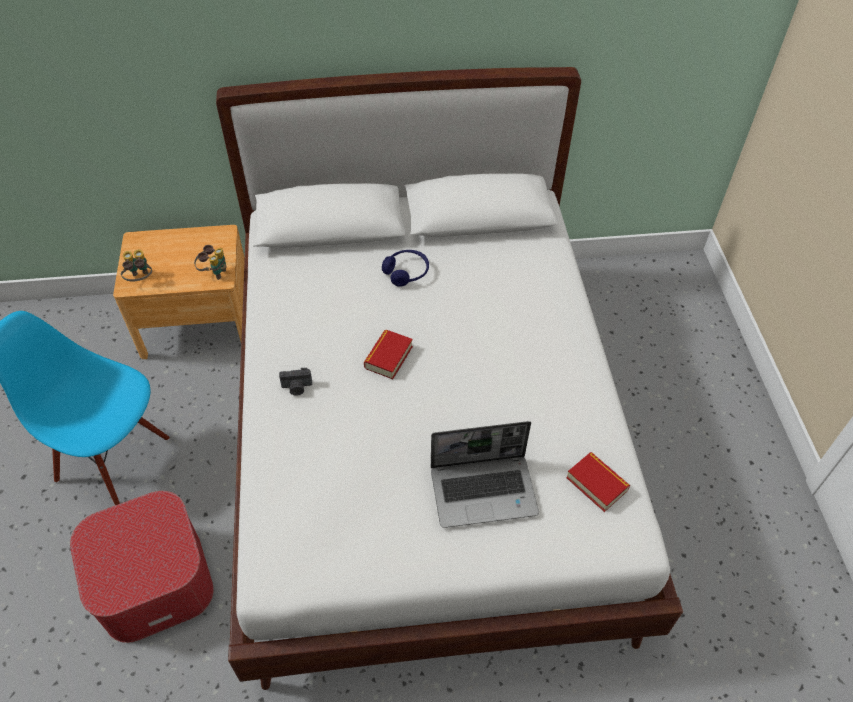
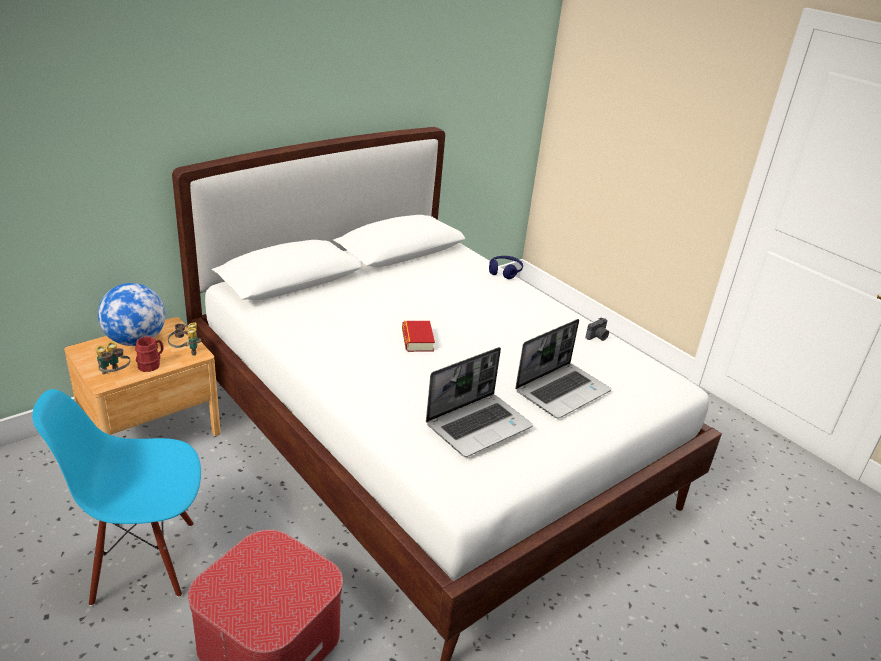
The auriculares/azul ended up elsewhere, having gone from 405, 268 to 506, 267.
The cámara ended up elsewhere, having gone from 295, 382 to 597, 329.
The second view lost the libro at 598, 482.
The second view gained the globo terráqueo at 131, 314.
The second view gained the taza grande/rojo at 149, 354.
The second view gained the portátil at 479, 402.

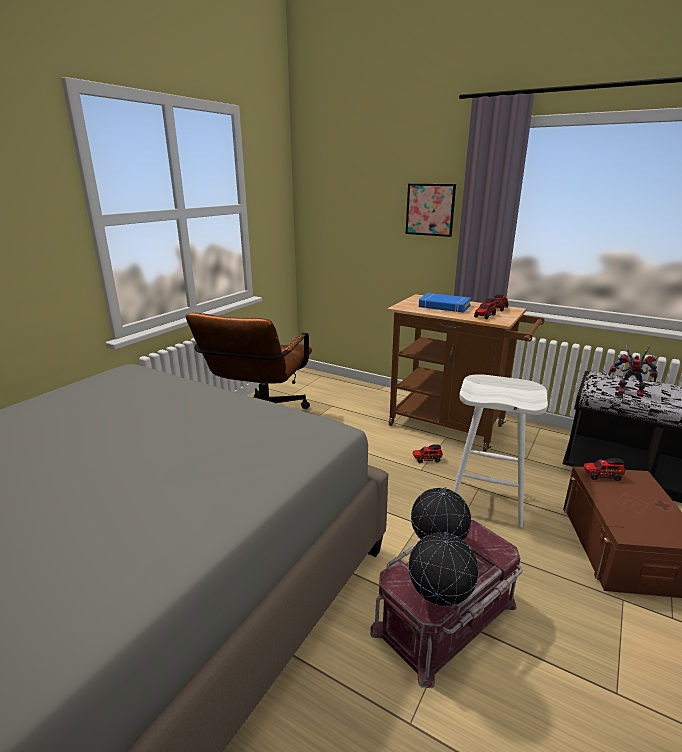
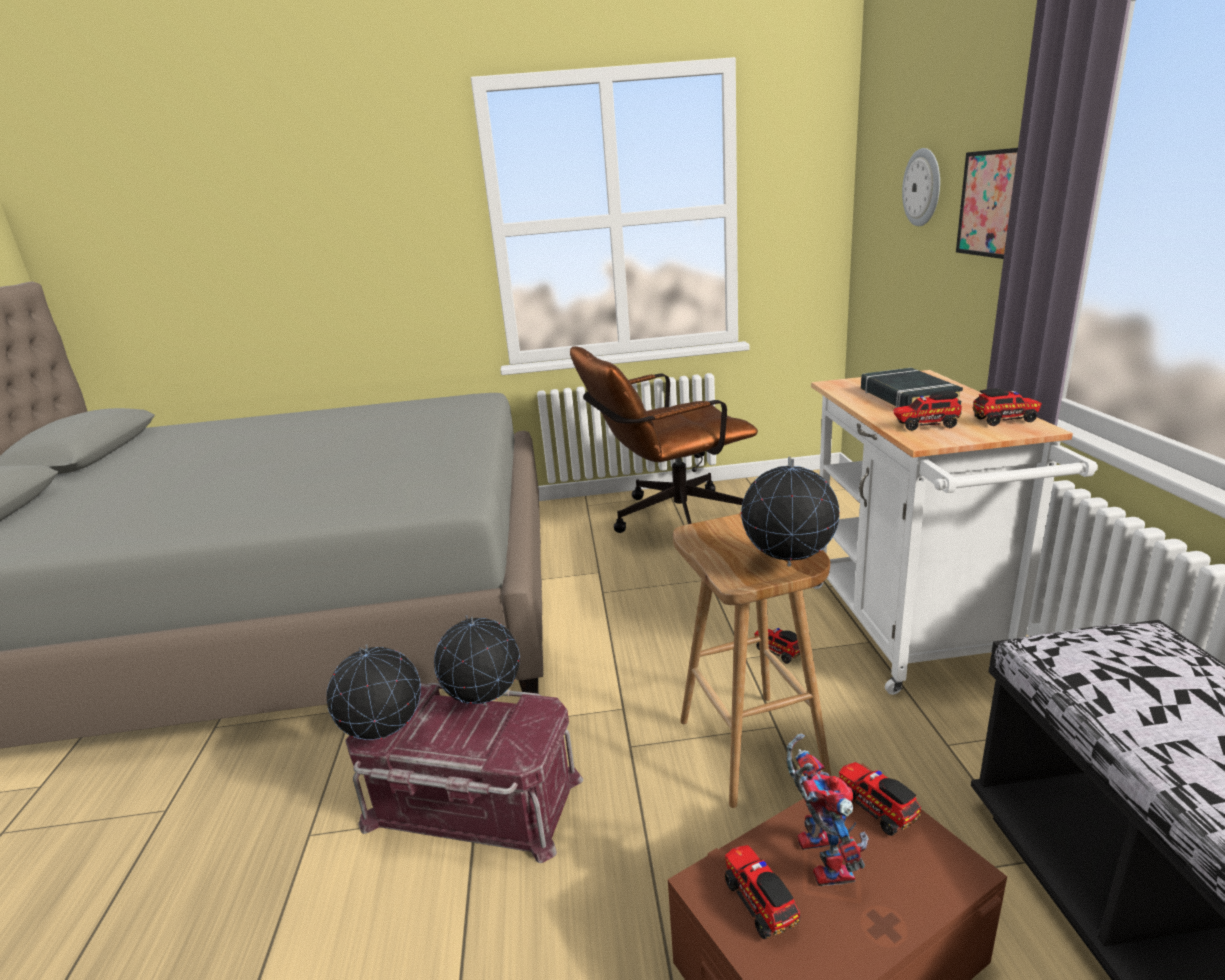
What was the libro/azul at 445, 303 turned into the libro/negro at 912, 388.
What was the carrito/marrón at 466, 373 turned into the carrito/blanco at 954, 532.
The robot de juguete ended up elsewhere, having gone from 633, 371 to 828, 810.
What was the taburete/blanco at 501, 450 turned into the taburete/marrón at 752, 661.
The second view gained the reloj de pared at 921, 187.
The second view gained the globo terráqueo at 790, 512.
The second view gained the camión de juguete at 763, 892.

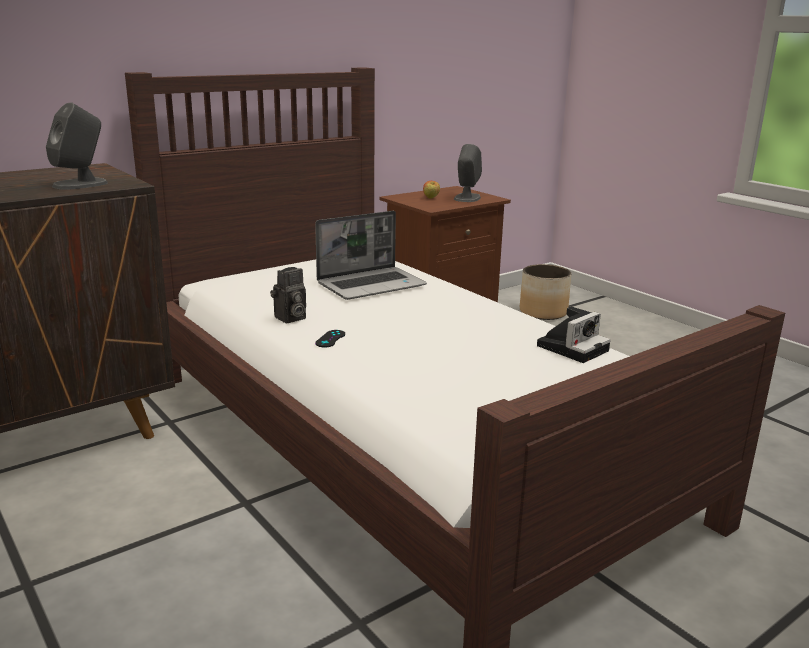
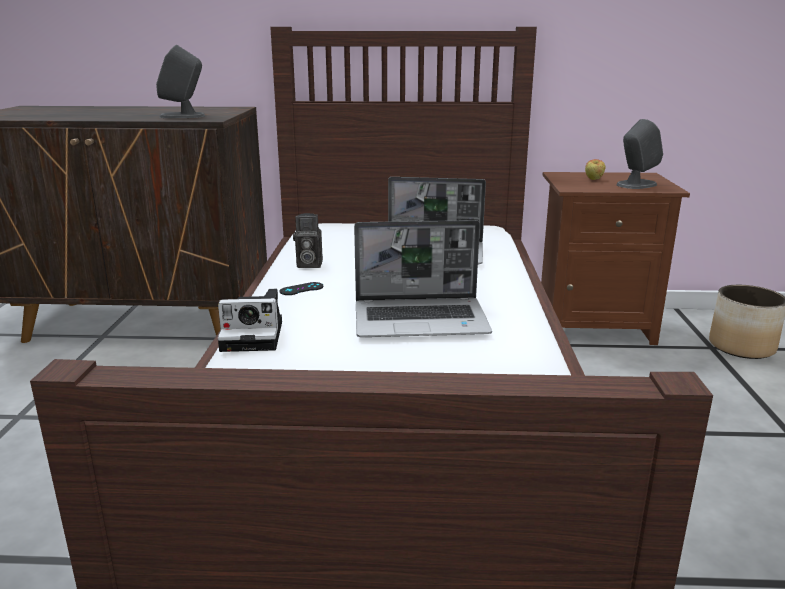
The cámara ended up elsewhere, having gone from 574, 335 to 249, 320.
The second view gained the portátil at 423, 278.

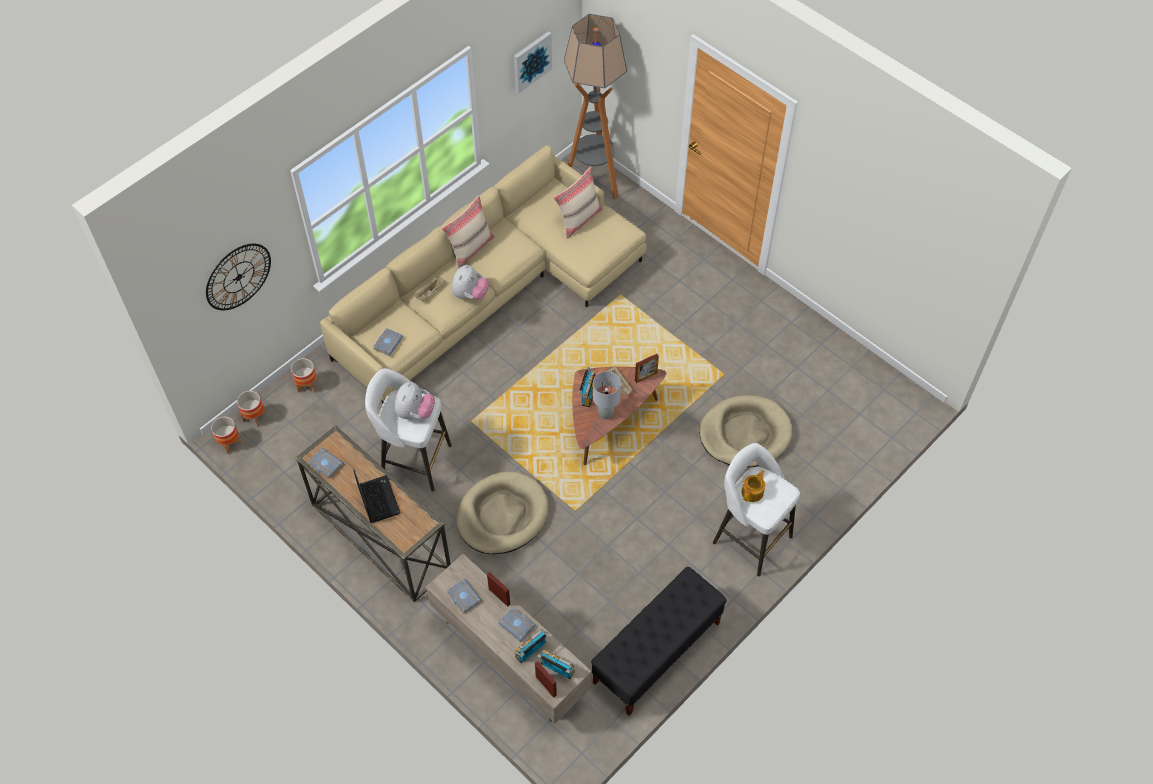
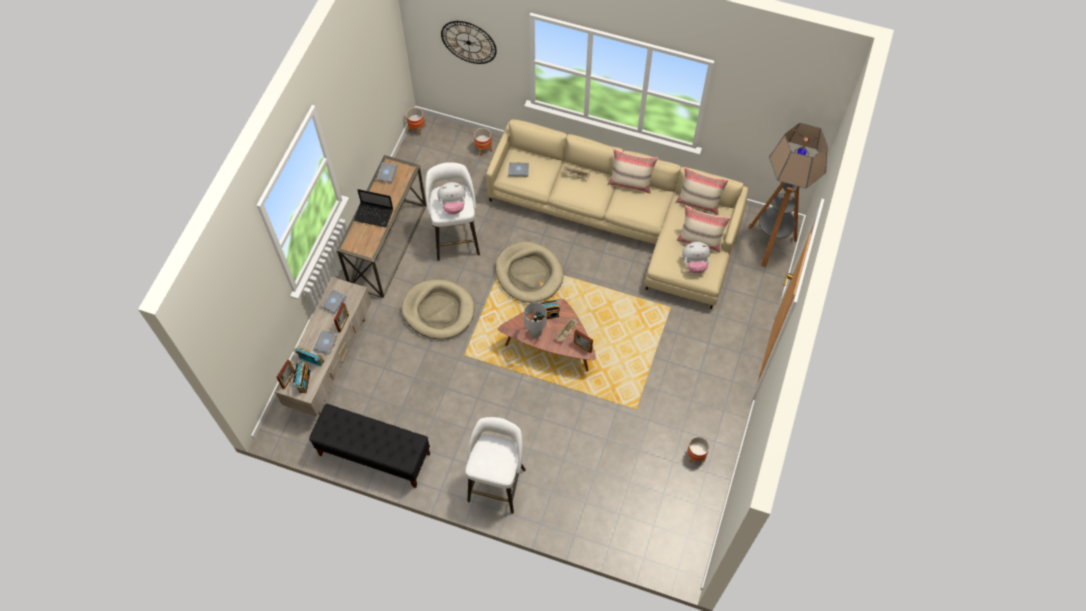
The second view lost the cuadro at 533, 62.
The peluche ended up elsewhere, having gone from 470, 282 to 696, 257.
The maceta ended up elsewhere, having gone from 251, 409 to 698, 450.
The cama para perro/beis ended up elsewhere, having gone from 745, 431 to 529, 272.
The portátil at 376, 496 ended up facing another way, 60 degrees clockwise from before.
The second view lost the tetera at 753, 486.
The second view gained the cojín/beis at 702, 191.

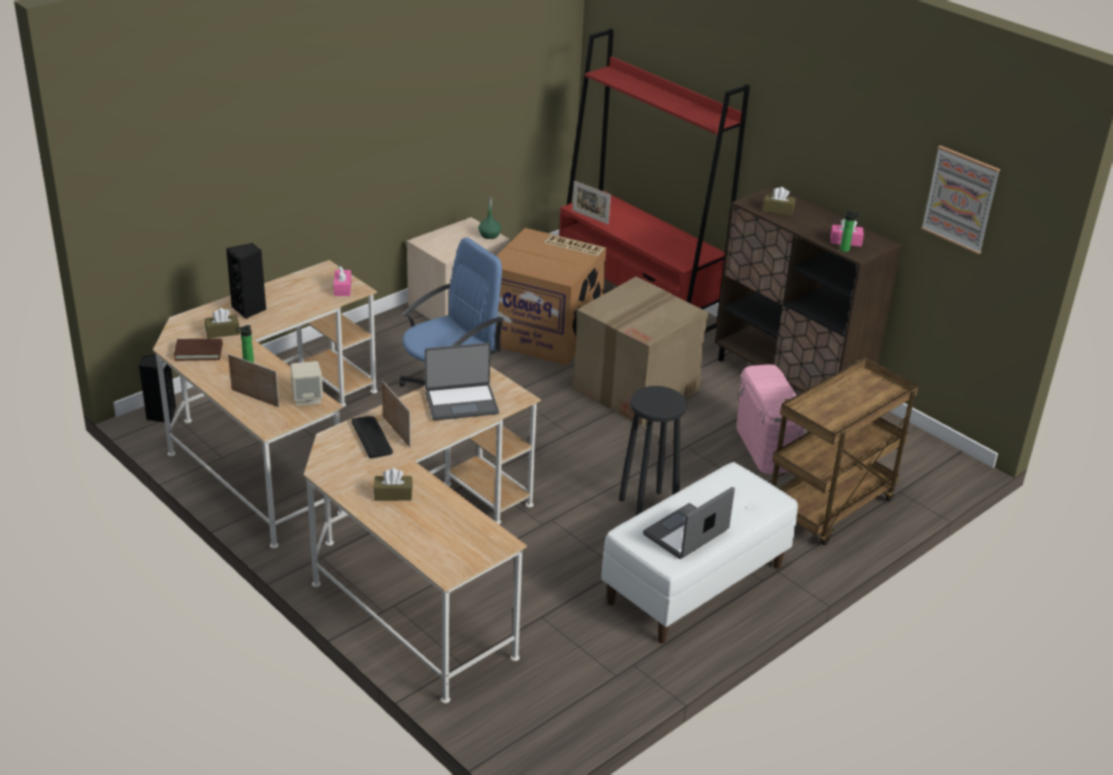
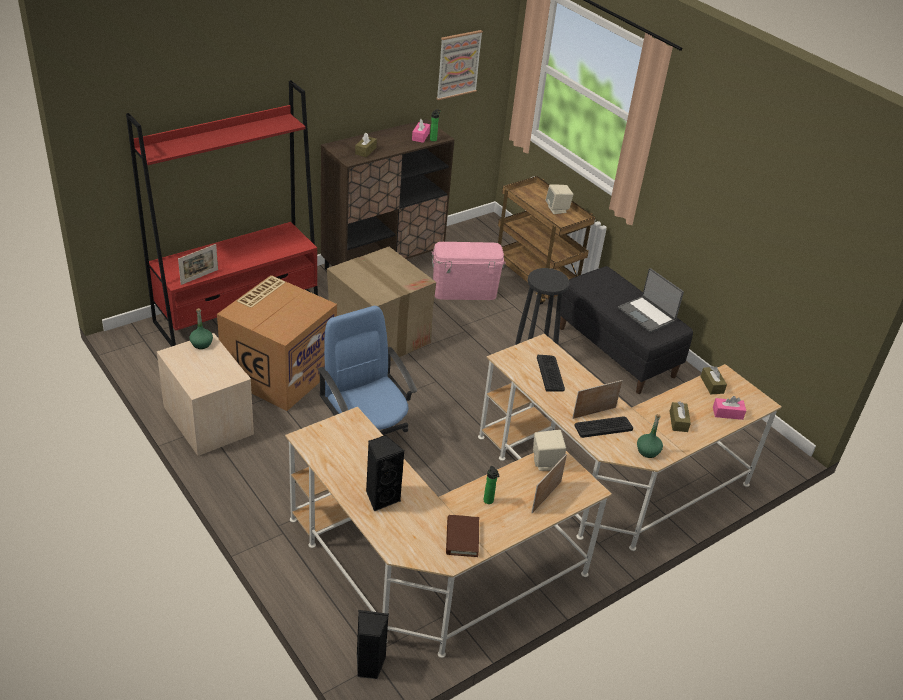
The caja de pañuelos/rosa ended up elsewhere, having gone from 342, 281 to 729, 408.
The caja de pañuelos/marrón ended up elsewhere, having gone from 222, 323 to 713, 380.
Where the portátil stood at 462, 381, the teclado came to stand at 551, 373.
What was the banco/blanco at 699, 553 turned into the banco/negro at 626, 330.
The second view gained the altavoz/beis at 559, 199.
The second view gained the botella/verde at 650, 436.

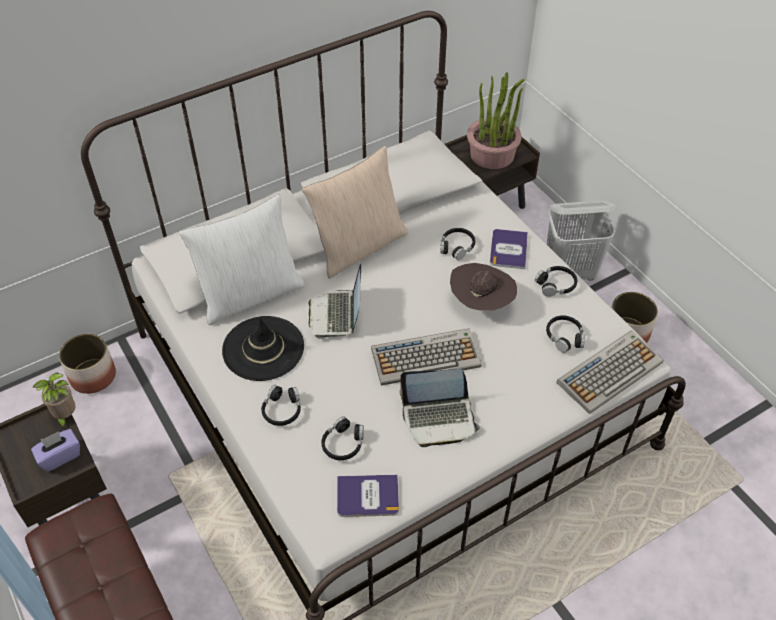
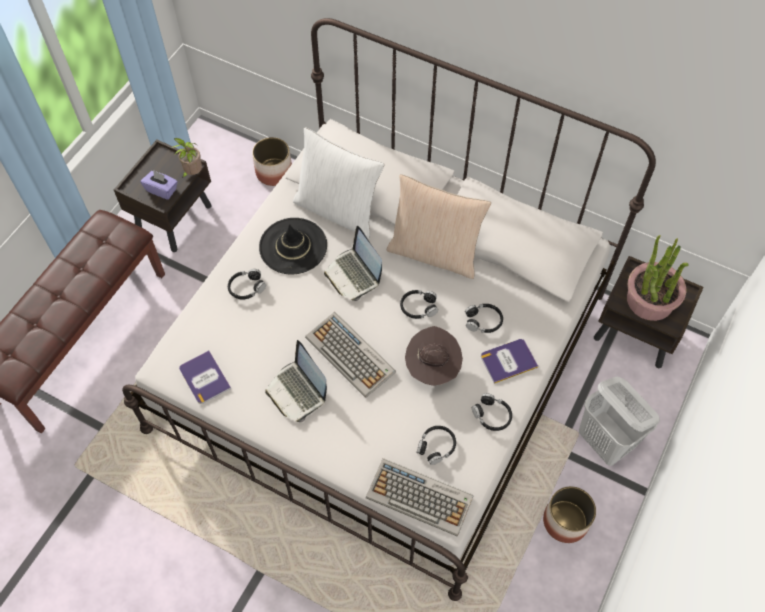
The portátil at 334, 301 ended up facing another way, 90 degrees counterclockwise from before.
The auriculares/negro ended up elsewhere, having gone from 342, 438 to 419, 304.

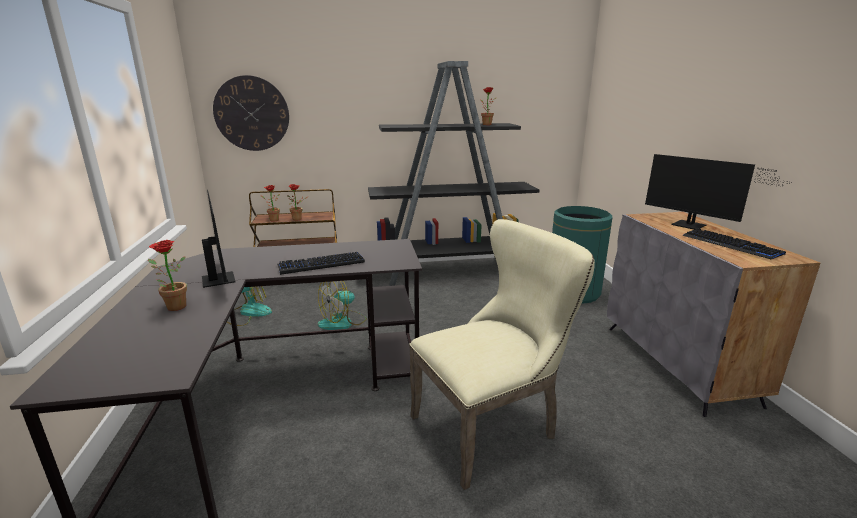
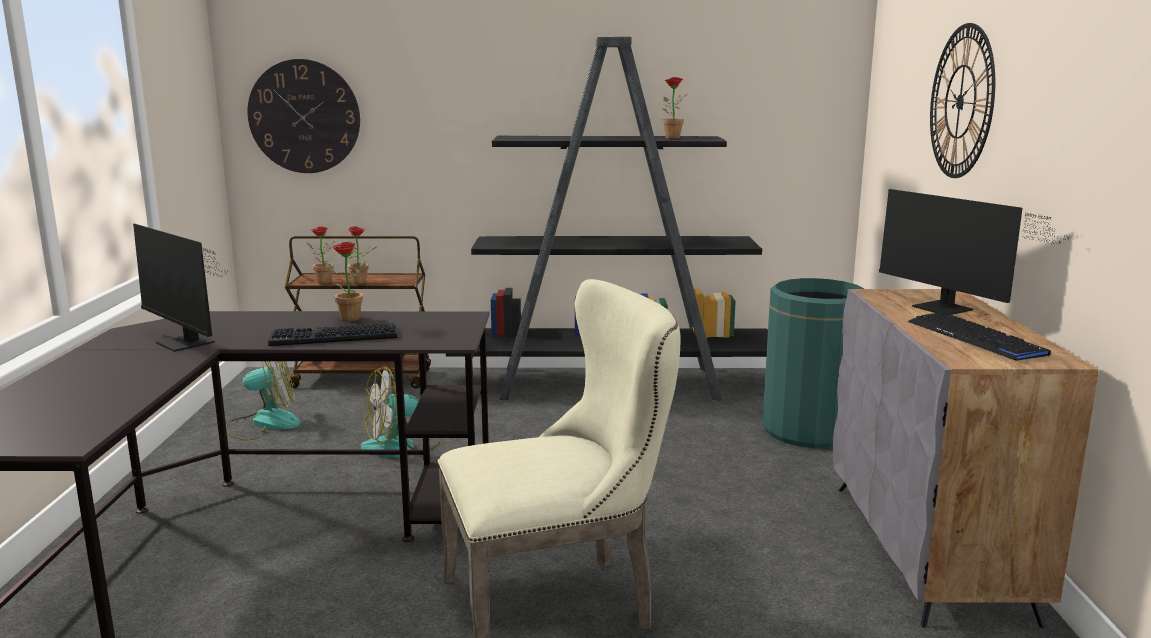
The monitor at 219, 239 ended up facing another way, 150 degrees clockwise from before.
The planta en maceta ended up elsewhere, having gone from 167, 275 to 345, 282.
The second view gained the reloj de pared at 962, 100.

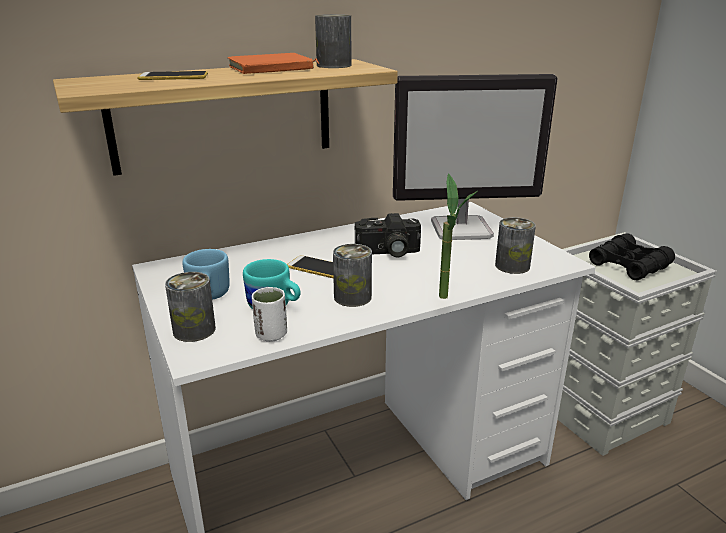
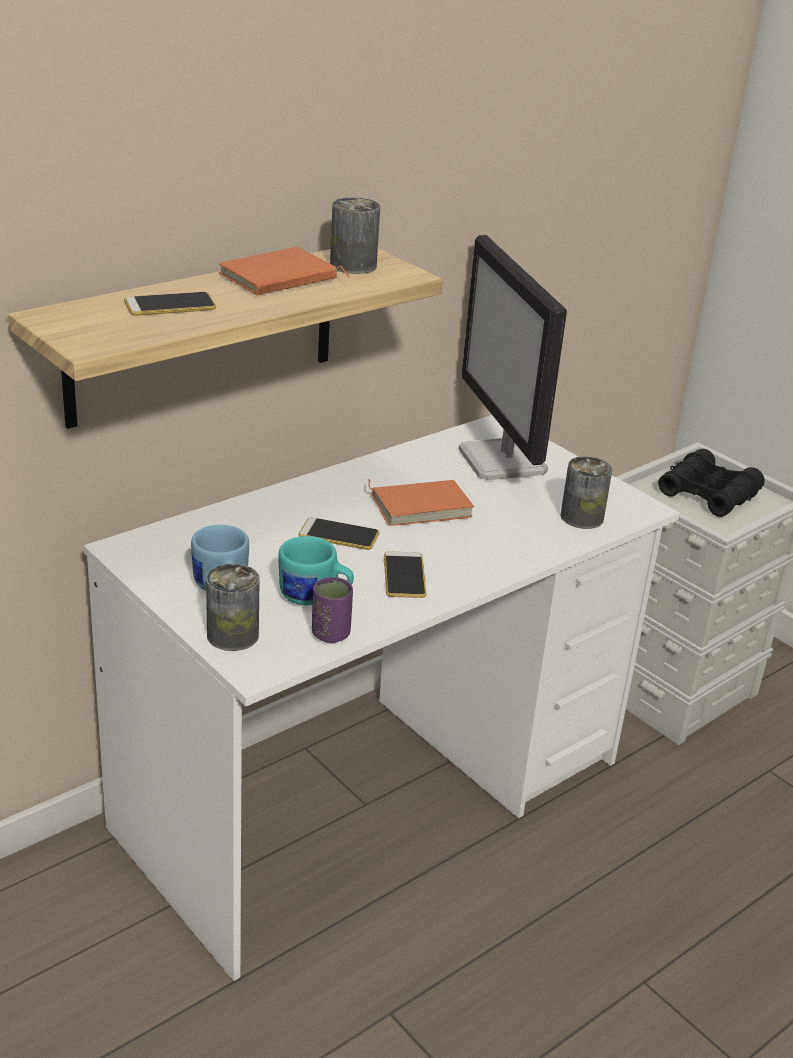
The monitor at 475, 157 ended up facing another way, 90 degrees clockwise from before.
The second view lost the planta en maceta at 458, 236.
Where the cámara stood at 388, 235, the libro/naranja came to stand at 420, 502.
Where the lata stood at 352, 275, the móvil came to stand at 405, 574.
What was the taza/blanco at 269, 314 turned into the taza/morado at 332, 610.

